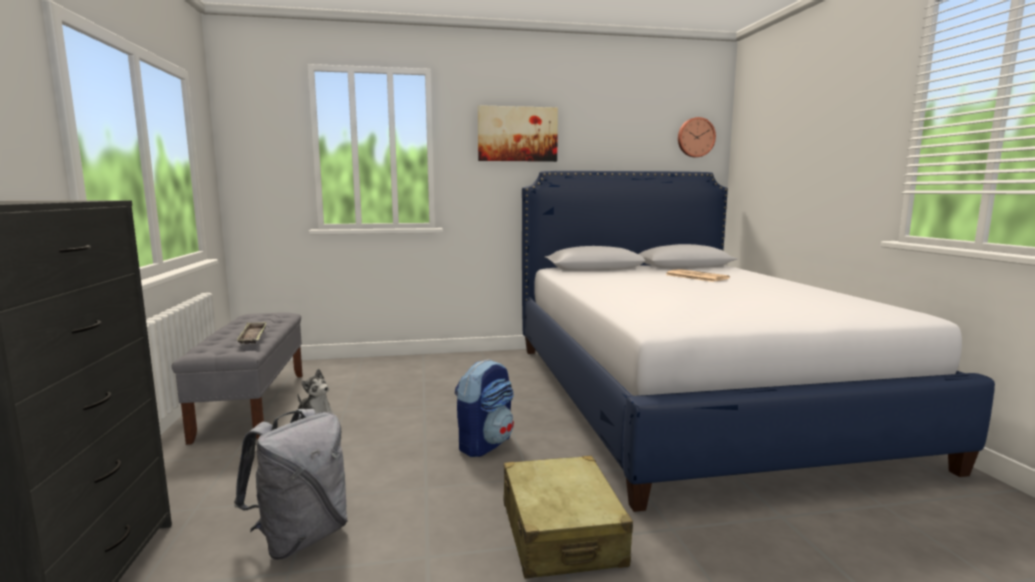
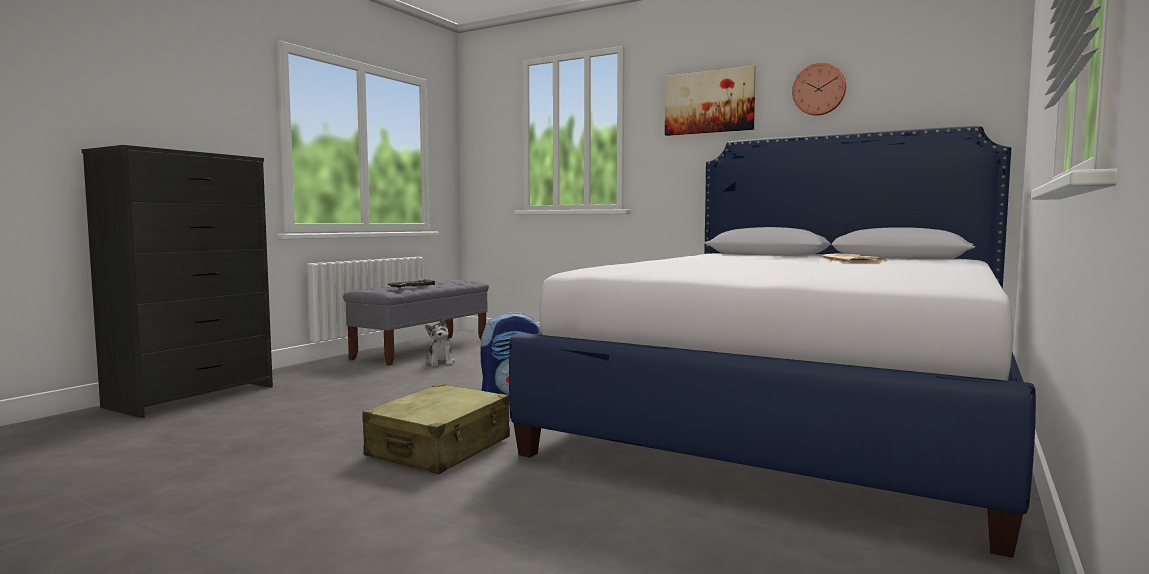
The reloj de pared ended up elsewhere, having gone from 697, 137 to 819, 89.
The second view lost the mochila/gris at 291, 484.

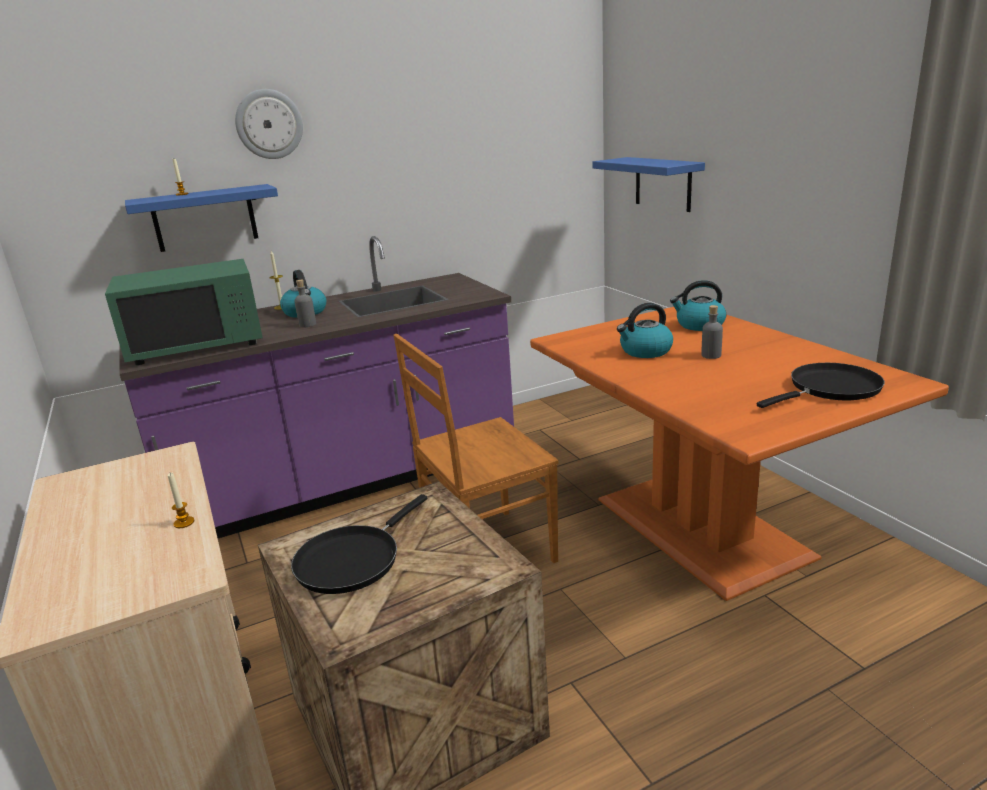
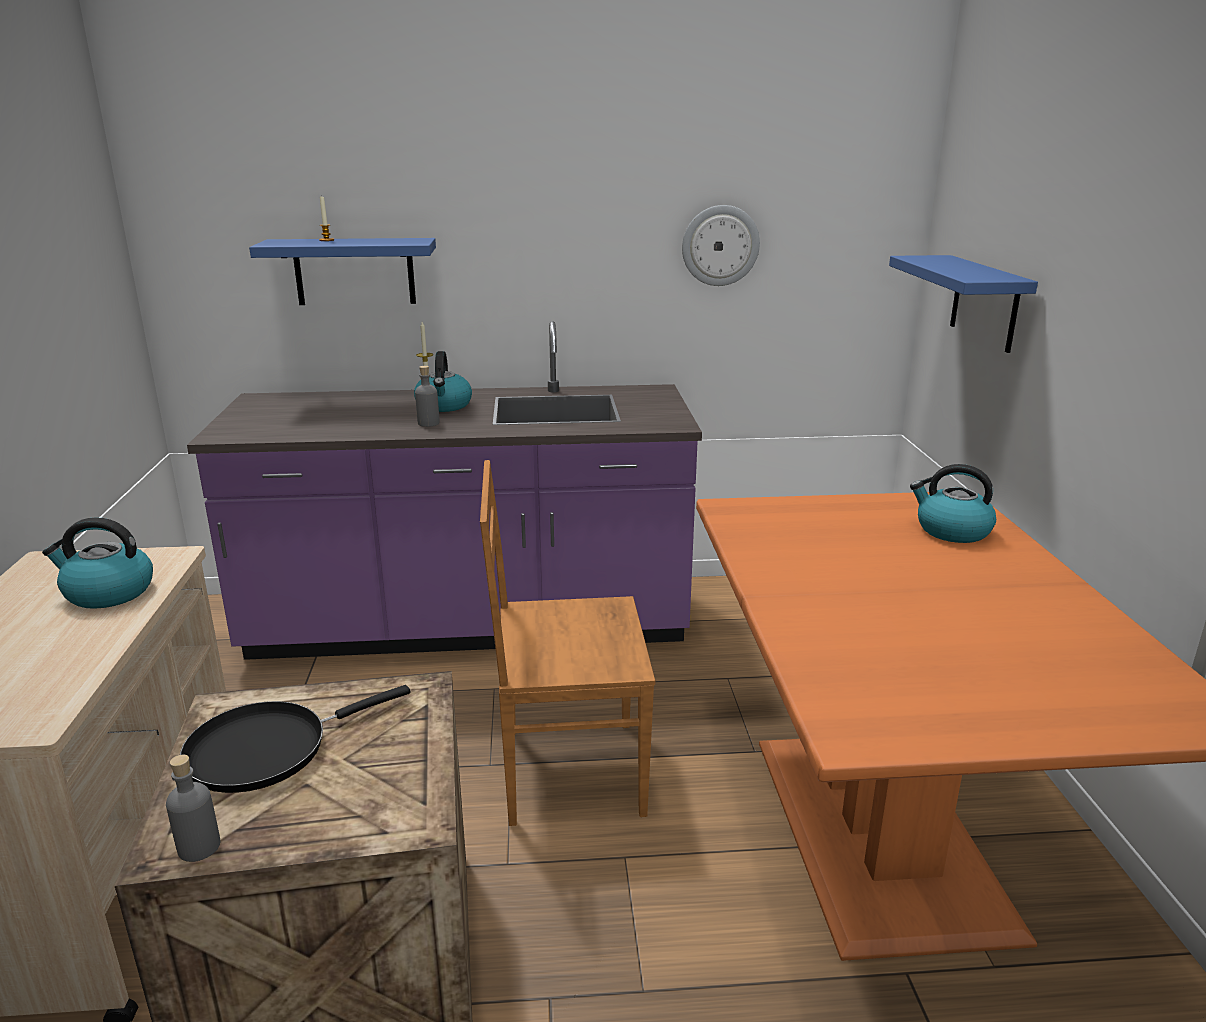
The reloj de pared ended up elsewhere, having gone from 269, 124 to 721, 245.
The second view lost the microondas/verde at 184, 312.
The hervidor ended up elsewhere, having gone from 645, 330 to 97, 563.
The botella/gris ended up elsewhere, having gone from 712, 332 to 193, 808.
The second view lost the sartén/negro at 821, 385.
The second view lost the vela at 181, 500.

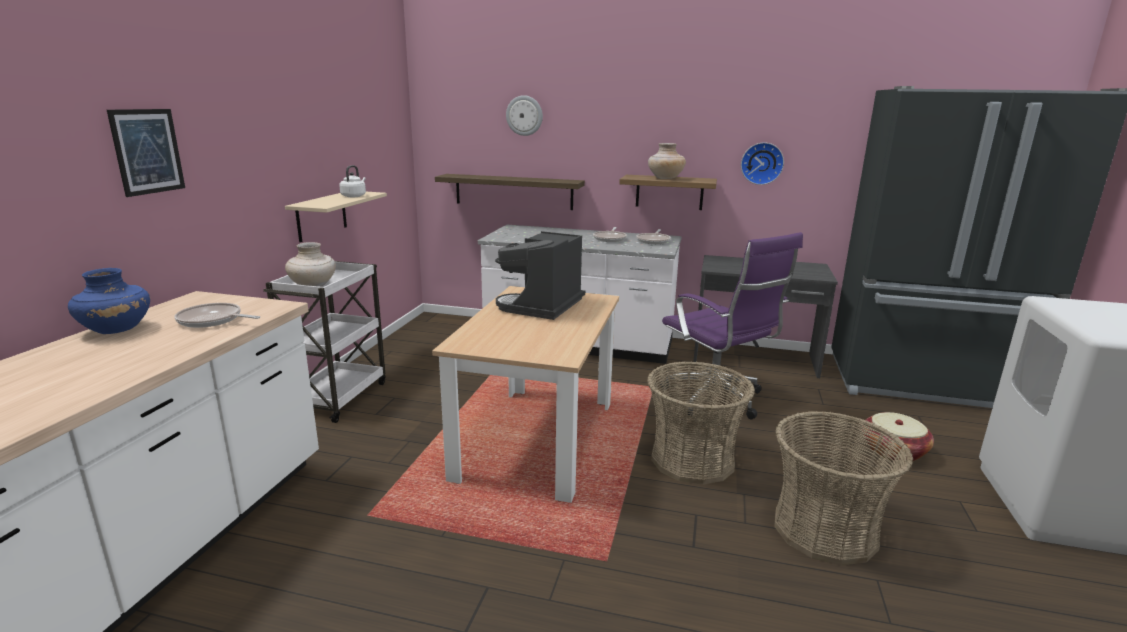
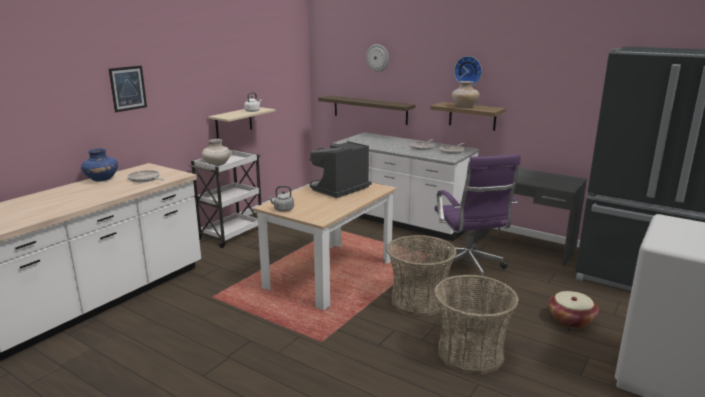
The reloj de pared ended up elsewhere, having gone from 762, 163 to 468, 70.
The second view gained the hervidor/gris at 281, 199.

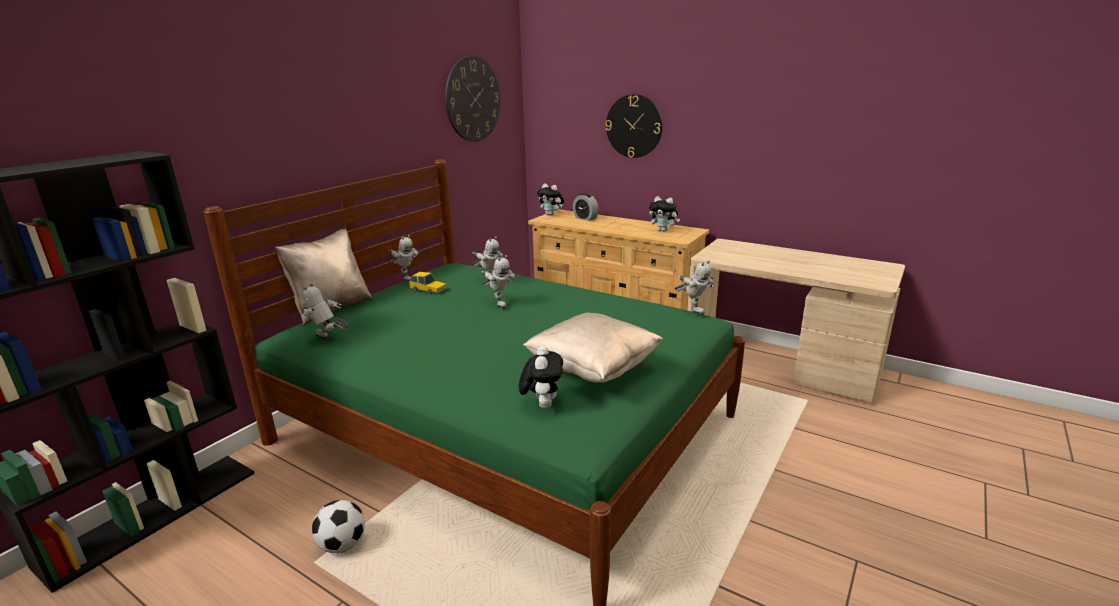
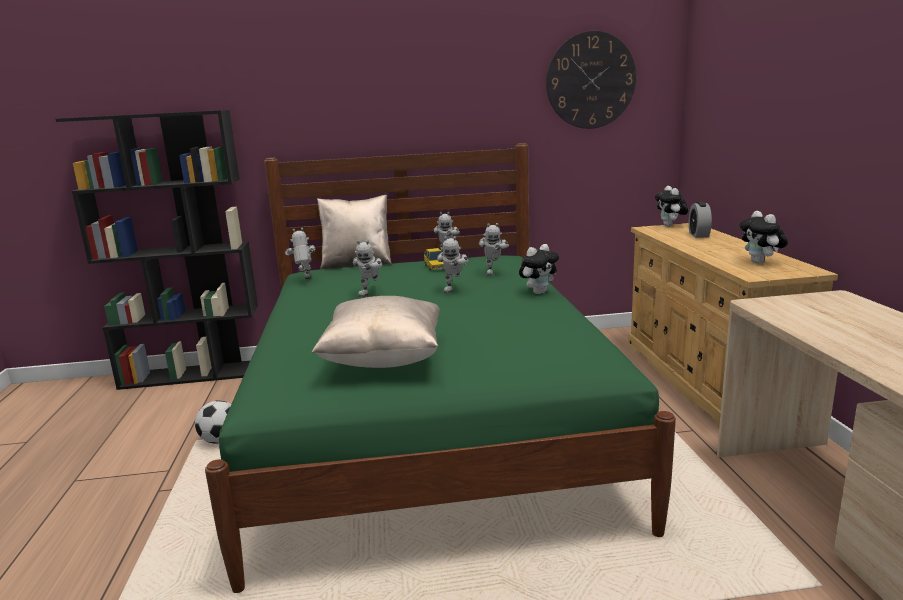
The second view lost the reloj de pared at 634, 126.
The robot de juguete ended up elsewhere, having gone from 694, 287 to 368, 268.
The peluche ended up elsewhere, having gone from 541, 377 to 539, 269.

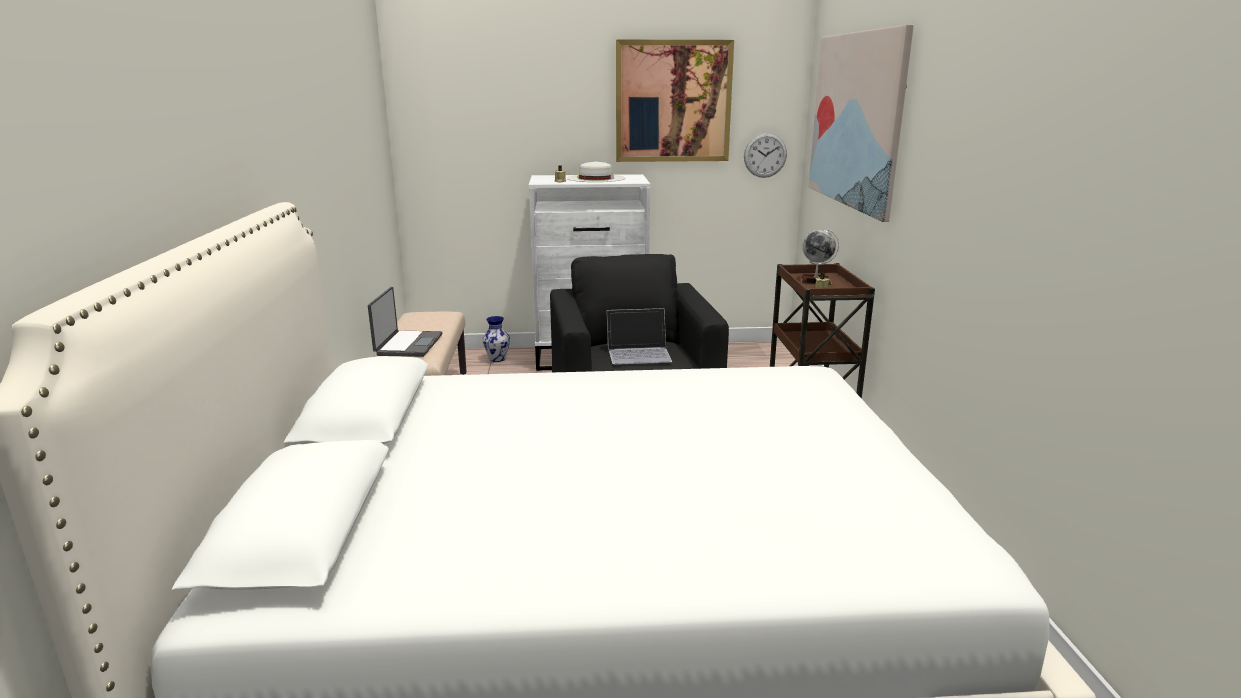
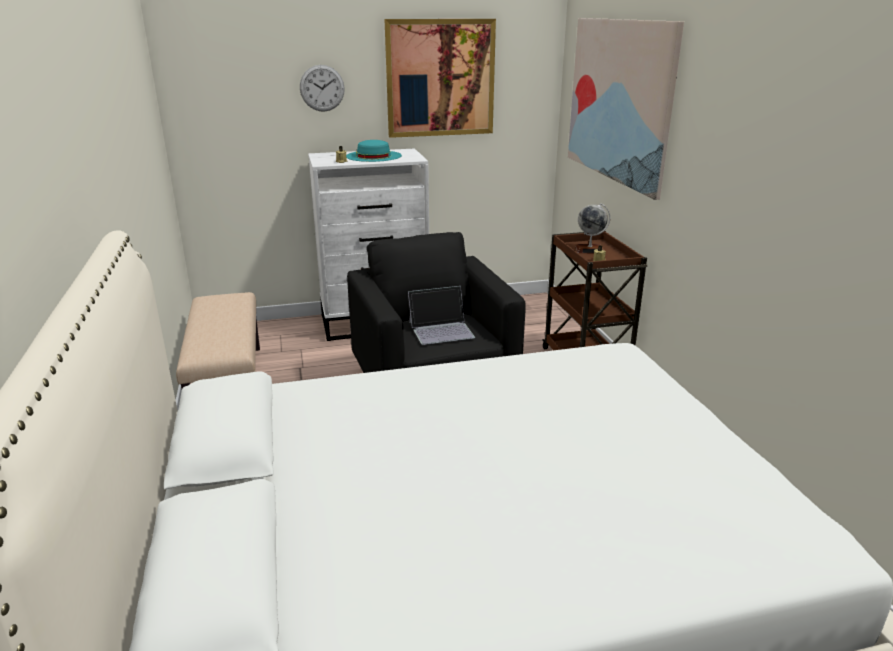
The reloj de pared ended up elsewhere, having gone from 765, 155 to 322, 88.
What was the sombrero/blanco at 596, 172 turned into the sombrero/turquesa at 374, 151.
The second view lost the portátil at 405, 322.
The second view lost the florero at 496, 339.

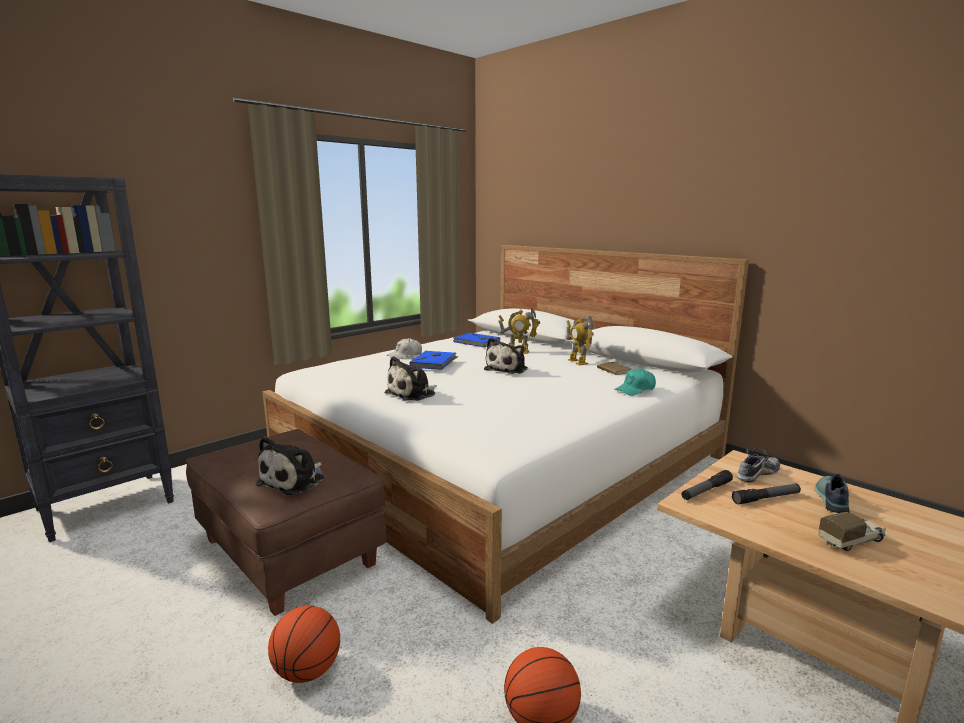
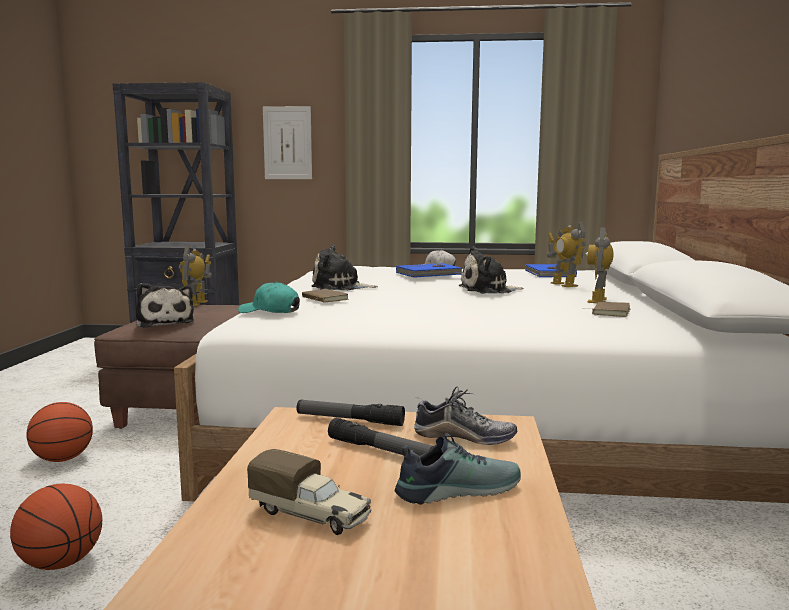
The gorra/turquesa ended up elsewhere, having gone from 635, 382 to 269, 297.
The peluche at 290, 466 ended up facing another way, 105 degrees counterclockwise from before.
The second view gained the cuadro at 287, 142.
The second view gained the robot de juguete at 195, 276.
The second view gained the libro/marrón at 325, 296.

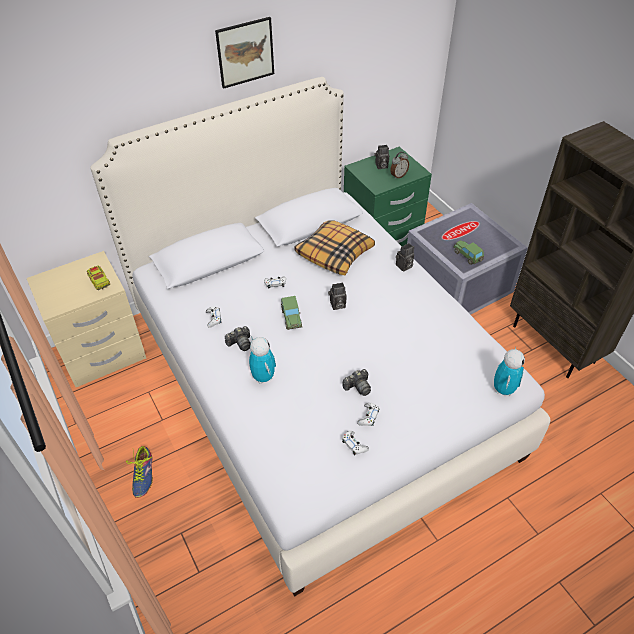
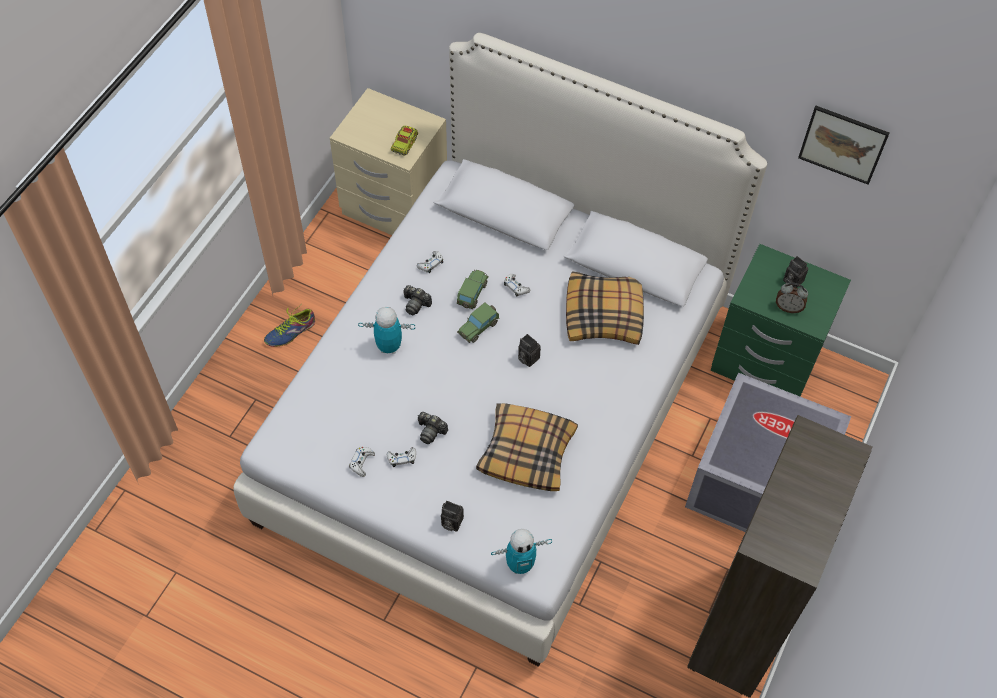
The cuadro ended up elsewhere, having gone from 244, 53 to 843, 145.
The coche de juguete ended up elsewhere, having gone from 468, 252 to 473, 289.
The cámara ended up elsewhere, having gone from 405, 257 to 452, 516.
The robot de juguete at 262, 360 ended up facing another way, 120 degrees counterclockwise from before.
The second view gained the cojín at 527, 447.

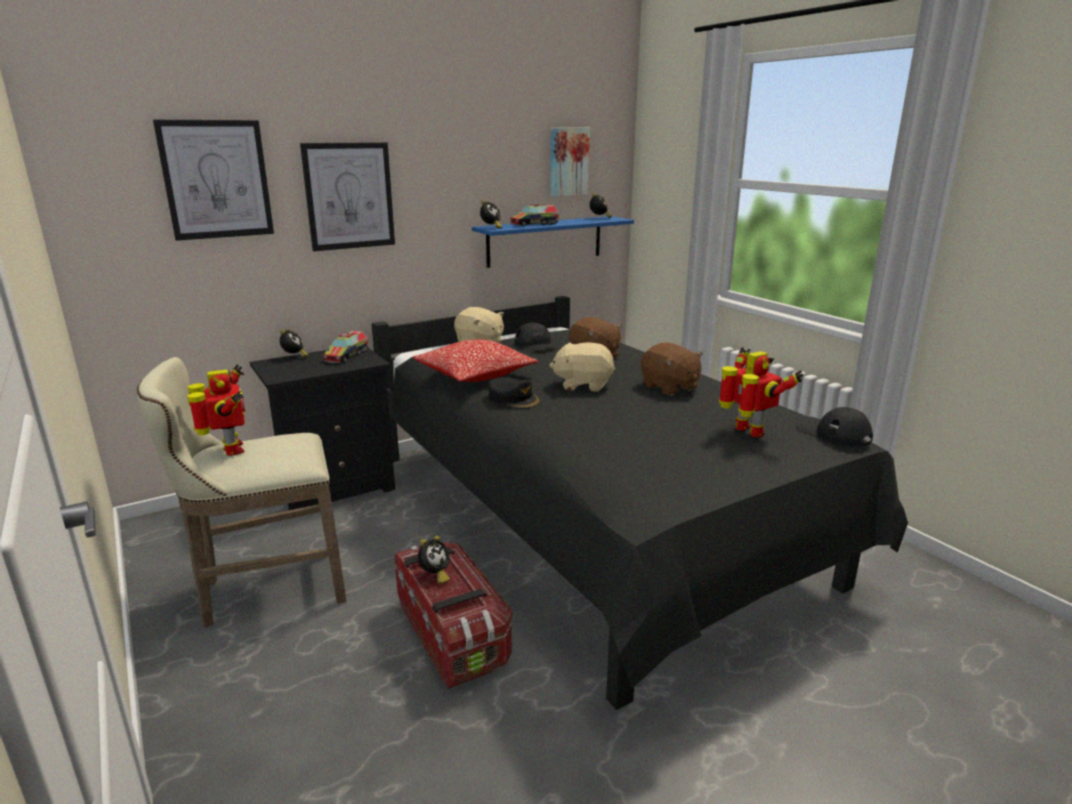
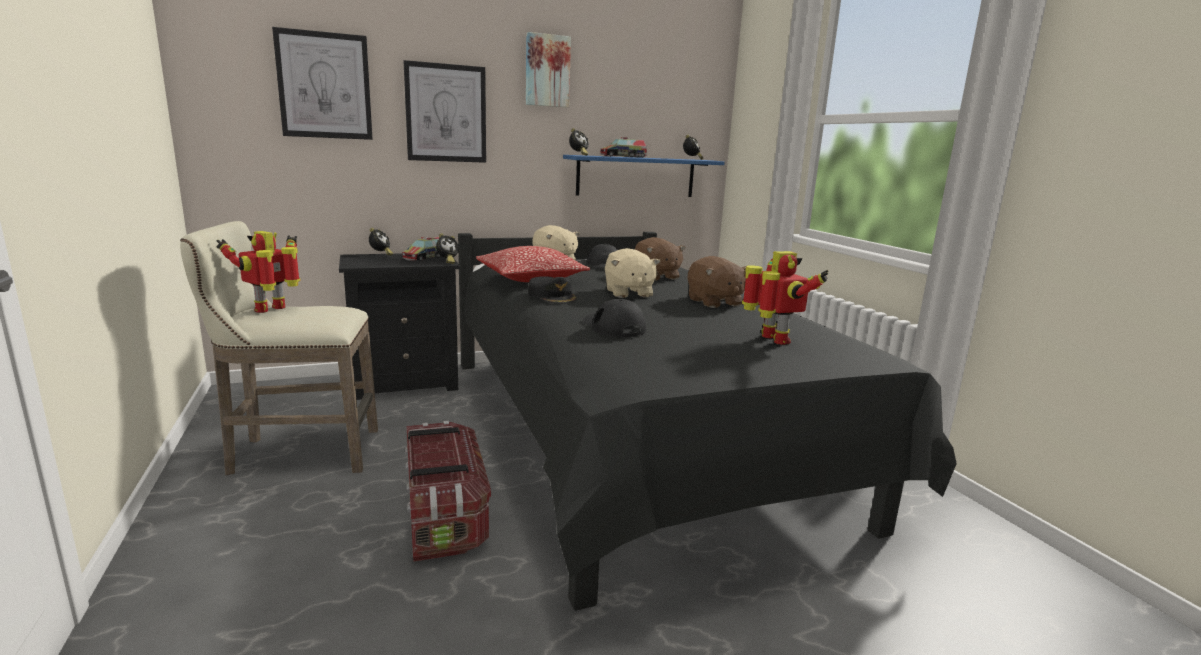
The cuadro ended up elsewhere, having gone from 570, 162 to 548, 69.
The peluche/beis at 582, 367 ended up facing another way, 120 degrees counterclockwise from before.
The robot de juguete at 216, 410 ended up facing another way, 135 degrees counterclockwise from before.
The gorra/negro ended up elsewhere, having gone from 835, 427 to 614, 318.
The despertador ended up elsewhere, having gone from 434, 560 to 447, 248.

